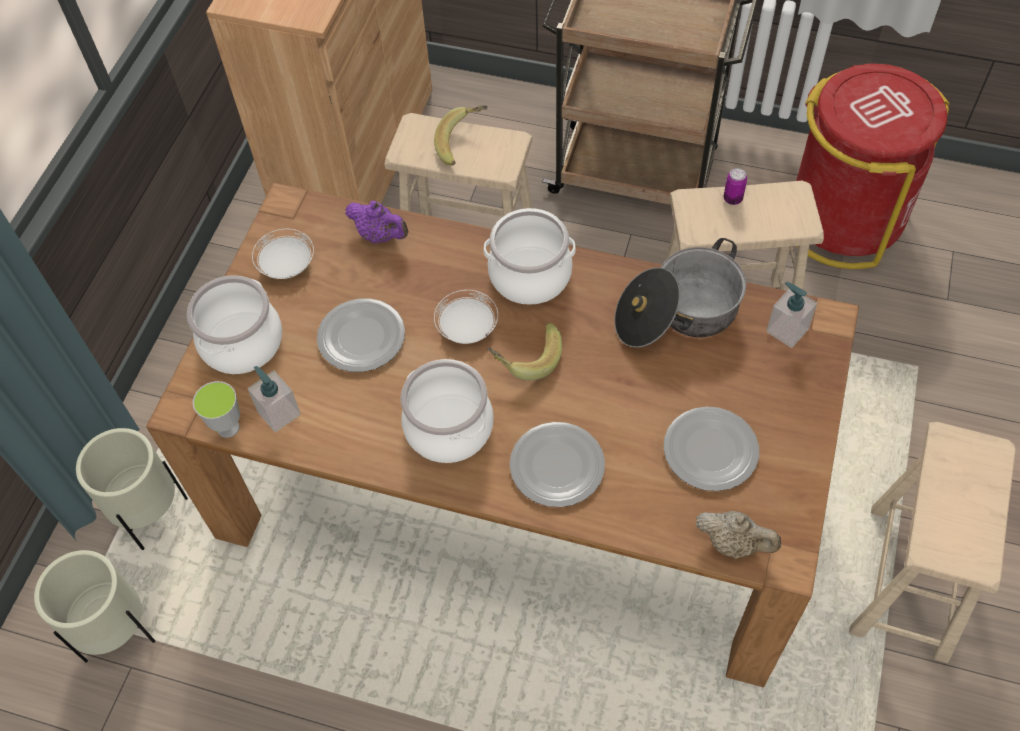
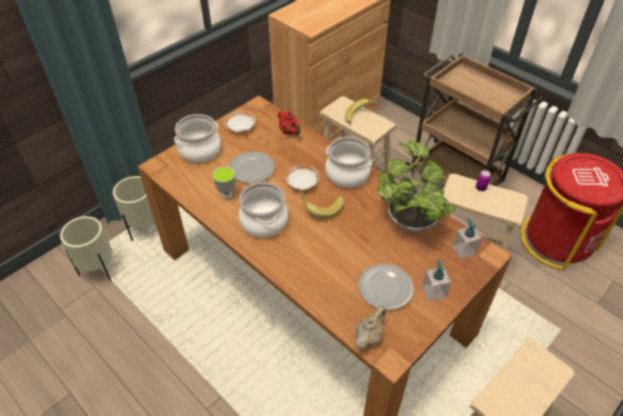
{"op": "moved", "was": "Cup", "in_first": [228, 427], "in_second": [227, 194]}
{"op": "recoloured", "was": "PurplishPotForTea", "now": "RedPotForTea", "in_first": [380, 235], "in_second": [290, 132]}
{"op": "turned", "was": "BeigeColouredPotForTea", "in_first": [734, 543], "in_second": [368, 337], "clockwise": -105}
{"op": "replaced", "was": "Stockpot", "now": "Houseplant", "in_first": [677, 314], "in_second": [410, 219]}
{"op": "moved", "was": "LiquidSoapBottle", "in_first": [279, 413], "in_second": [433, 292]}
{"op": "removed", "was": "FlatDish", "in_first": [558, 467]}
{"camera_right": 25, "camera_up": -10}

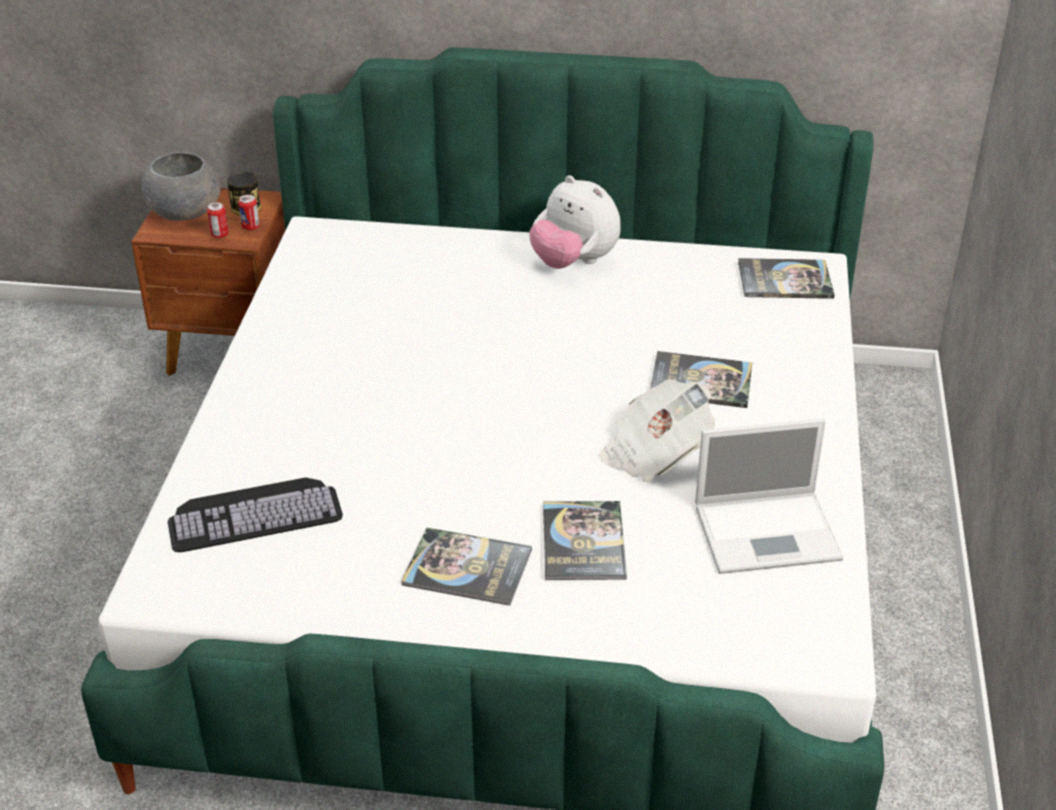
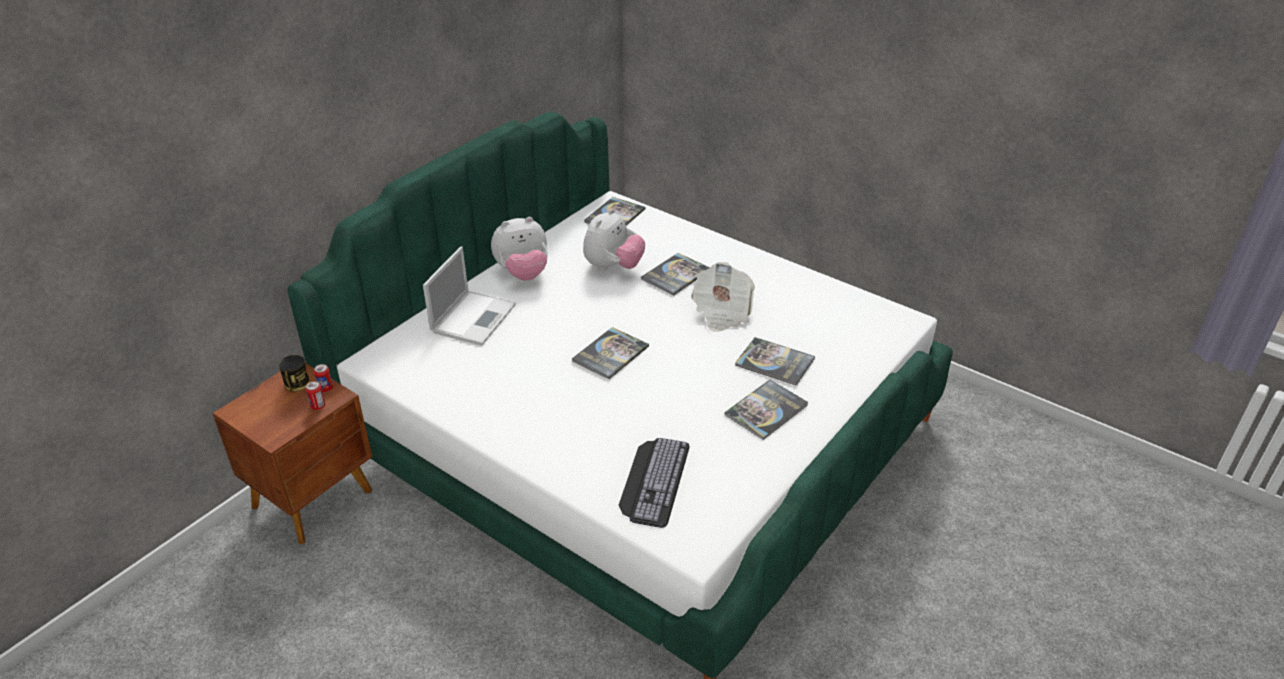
{"op": "moved", "was": "Laptop", "in_first": [769, 532], "in_second": [474, 317]}
{"op": "added", "now": "Book", "in_second": [610, 354]}
{"op": "added", "now": "CuddlyToy", "in_second": [613, 267]}
{"op": "removed", "was": "GreyServingBowl", "in_first": [186, 211]}
{"camera_right": -60, "camera_up": 0}

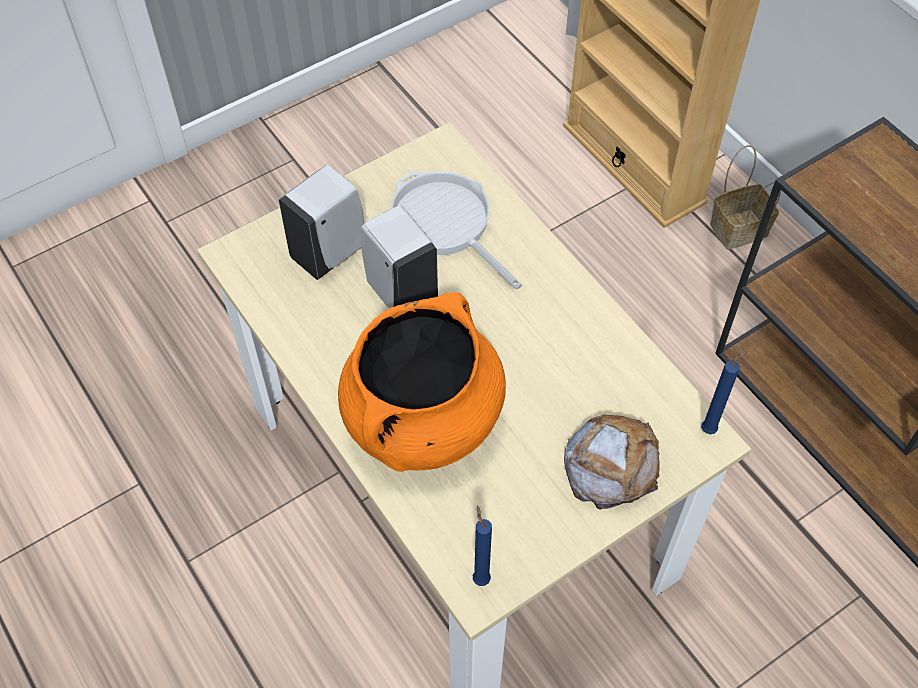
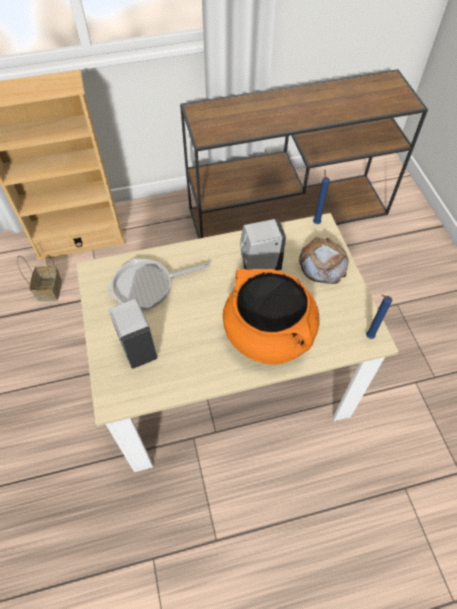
{"op": "moved", "was": "HouseholdBasket", "in_first": [740, 228], "in_second": [49, 289]}
{"op": "moved", "was": "WhitishLiquidSoapBottle", "in_first": [400, 293], "in_second": [259, 267]}
{"camera_right": -70, "camera_up": 0}

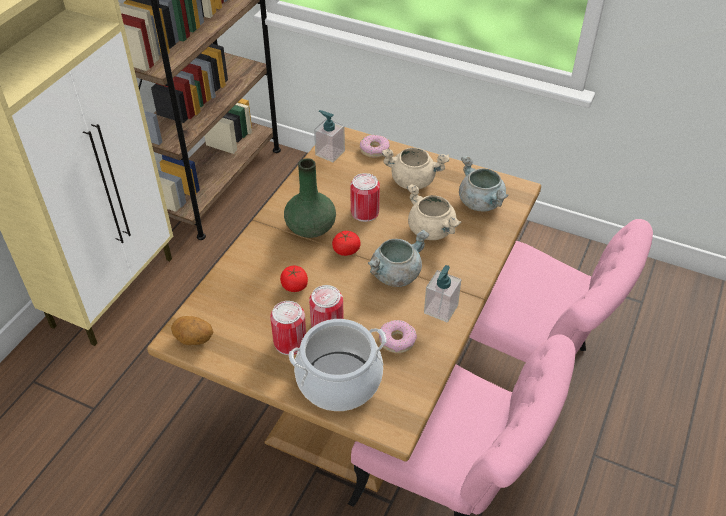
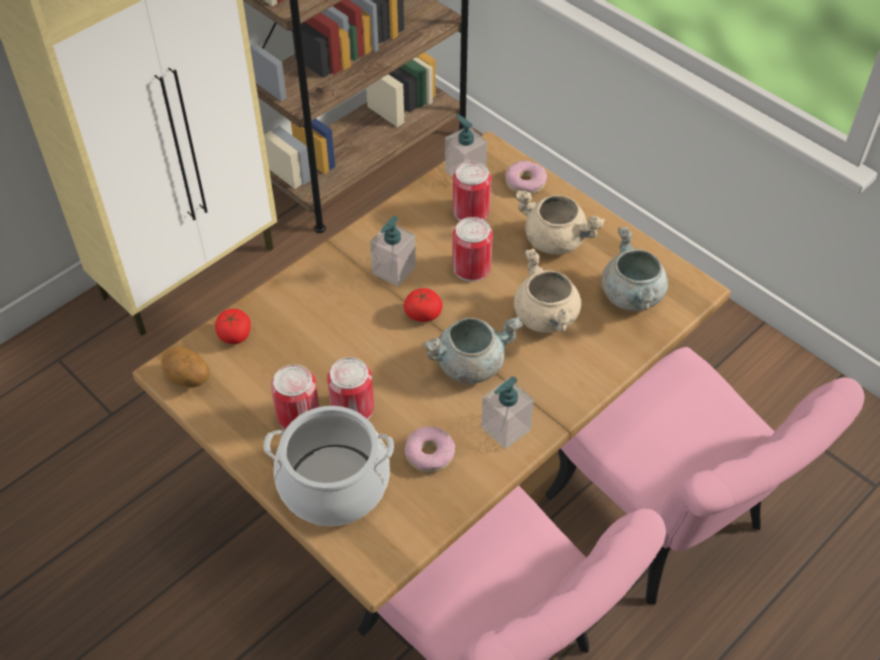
{"op": "moved", "was": "Tomato", "in_first": [294, 286], "in_second": [234, 335]}
{"op": "replaced", "was": "GreenishVase", "now": "LiquidSoapBottle", "in_first": [311, 227], "in_second": [393, 270]}
{"op": "added", "now": "MetalCan", "in_second": [471, 211]}
{"camera_right": 20, "camera_up": 5}

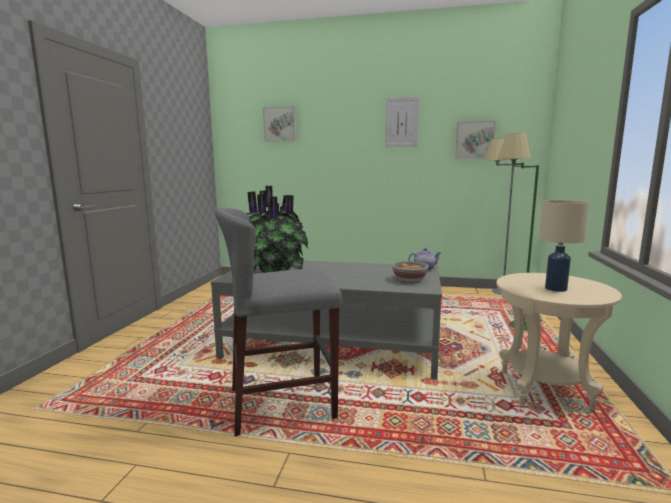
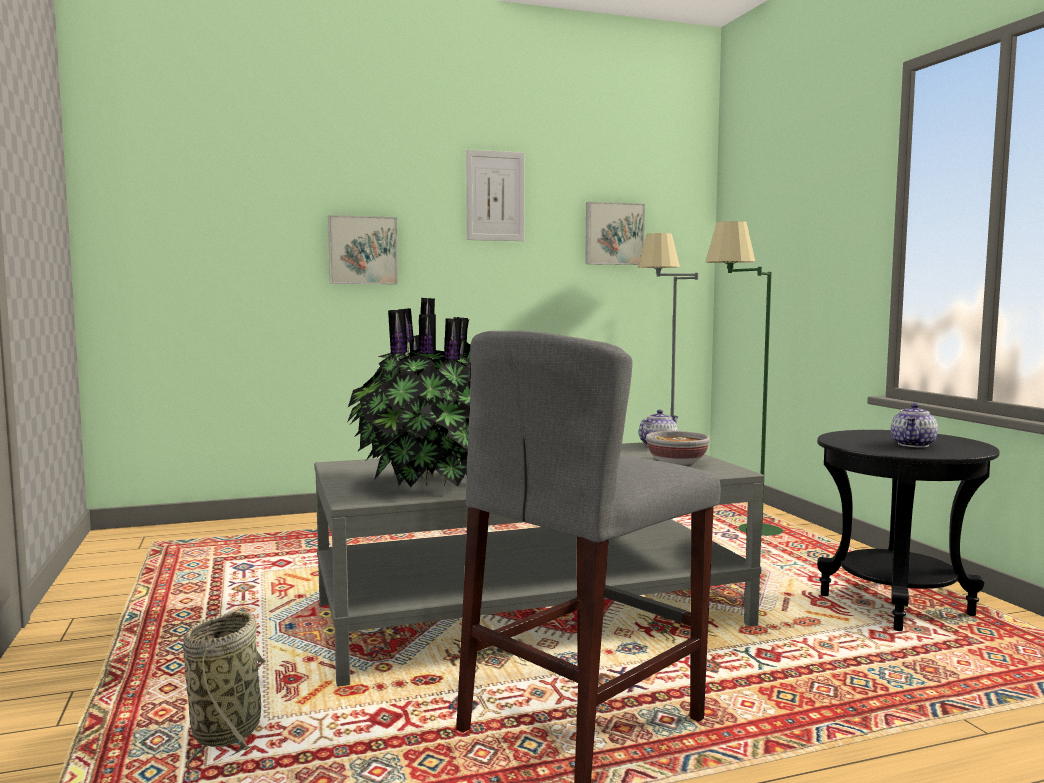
{"op": "added", "now": "HouseholdBasket", "in_second": [229, 730]}
{"op": "moved", "was": "WallPicture", "in_first": [280, 124], "in_second": [362, 250]}
{"op": "recoloured", "was": "BeigeColouredEndTable", "now": "BlackColouredEndTable", "in_first": [544, 390], "in_second": [895, 606]}
{"op": "replaced", "was": "BeigeColouredTableLamp", "now": "PotForTea", "in_first": [556, 289], "in_second": [914, 445]}
{"camera_right": -30, "camera_up": -5}

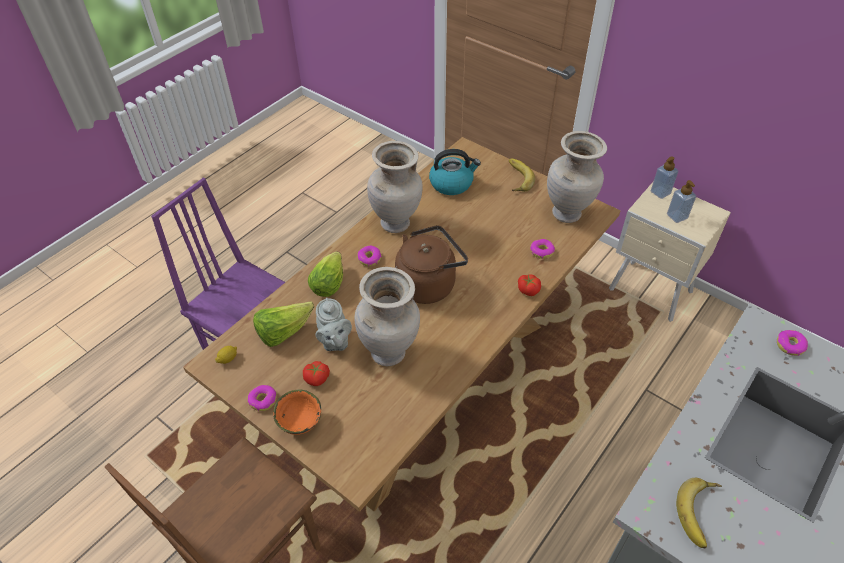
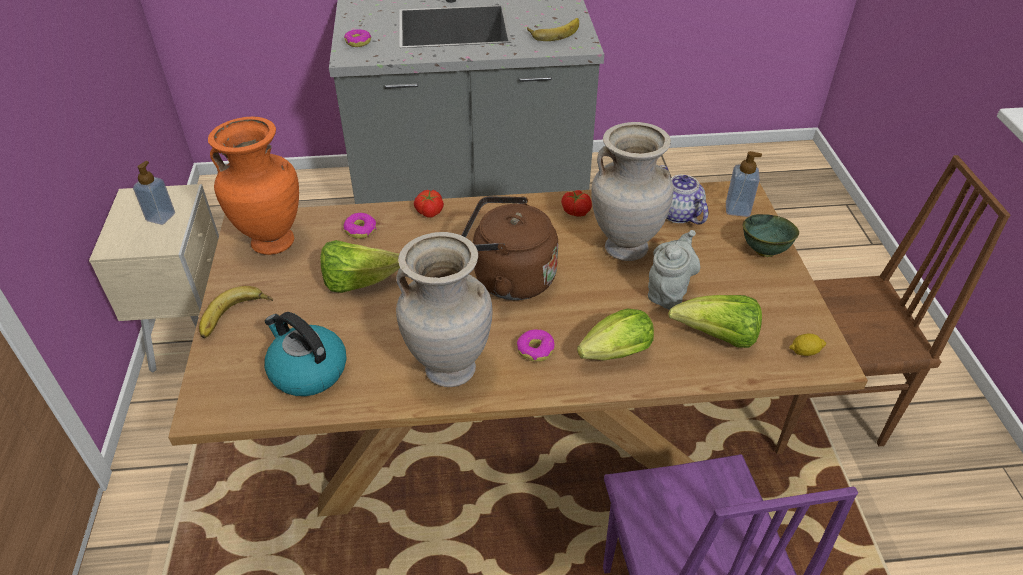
{"op": "recoloured", "was": "BeigeColouredVase", "now": "OrangeVase", "in_first": [568, 214], "in_second": [273, 242]}
{"op": "added", "now": "Lettuce", "in_second": [359, 282]}
{"op": "moved", "was": "Tomato", "in_first": [317, 378], "in_second": [576, 211]}
{"op": "added", "now": "PotForTea", "in_second": [678, 214]}
{"op": "moved", "was": "LiquidSoapBottle", "in_first": [660, 192], "in_second": [737, 209]}
{"op": "recoloured", "was": "OrangeServingBowl", "now": "GreenishServingBowl", "in_first": [301, 422], "in_second": [763, 251]}
{"op": "removed", "was": "RingDoughnut", "in_first": [263, 400]}
{"camera_right": -135, "camera_up": -5}

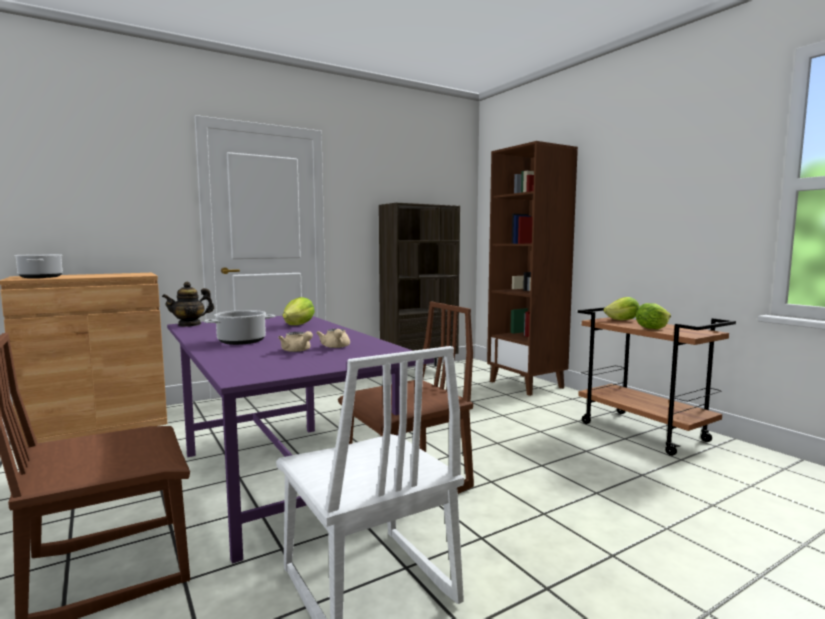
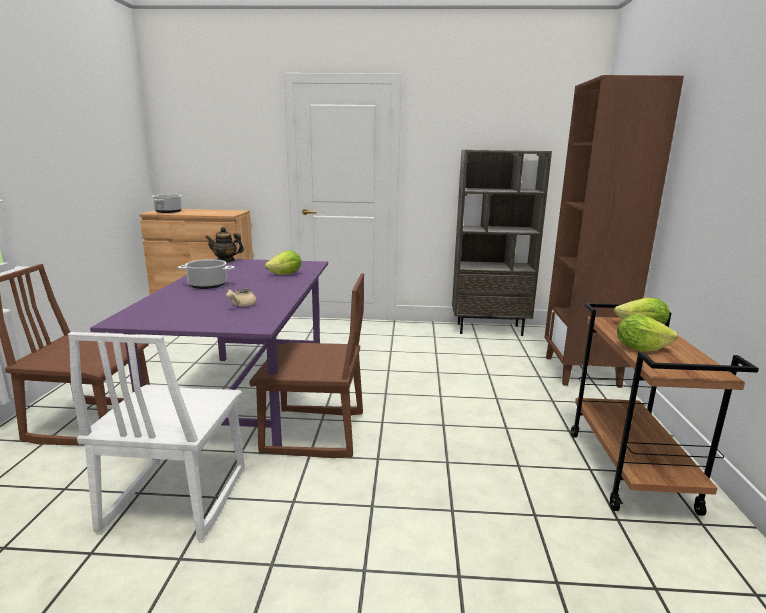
{"op": "removed", "was": "BeigeColouredPotForTea", "in_first": [297, 351]}
{"camera_right": 35, "camera_up": 10}

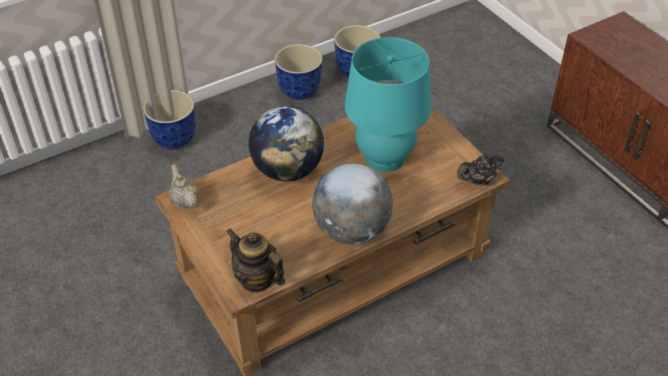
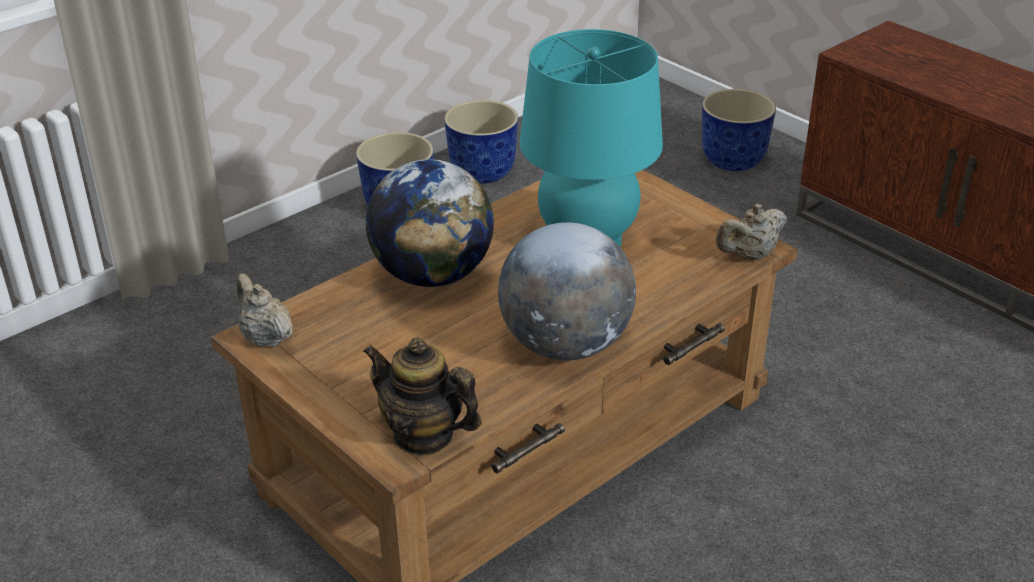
{"op": "moved", "was": "FlowerPot", "in_first": [173, 139], "in_second": [731, 162]}
{"op": "recoloured", "was": "BlackColouredPotForTea", "now": "BeigeColouredPotForTea", "in_first": [479, 181], "in_second": [749, 256]}
{"camera_right": -10, "camera_up": -10}

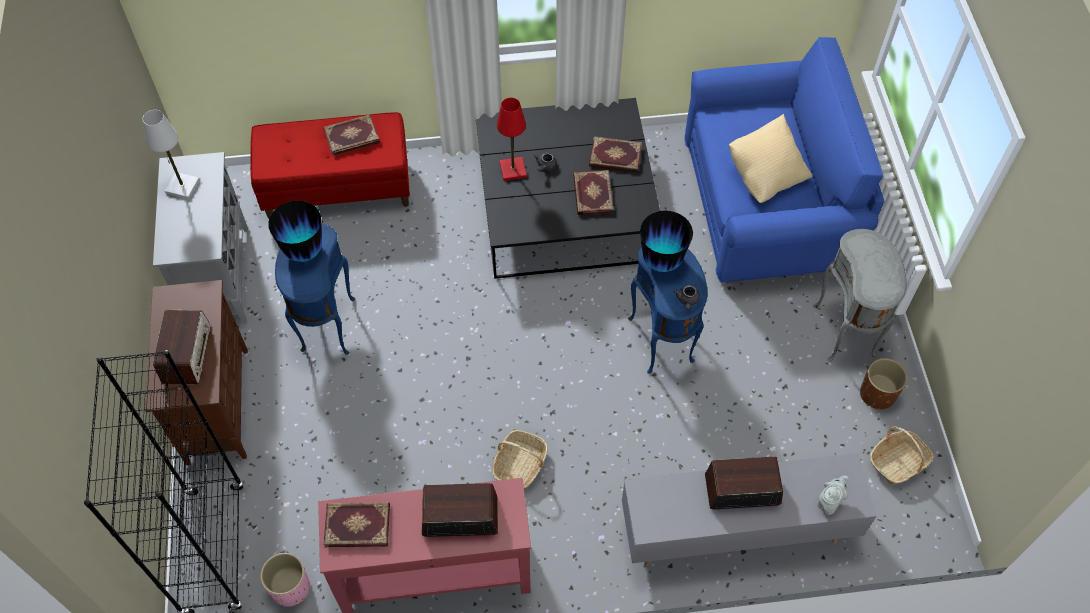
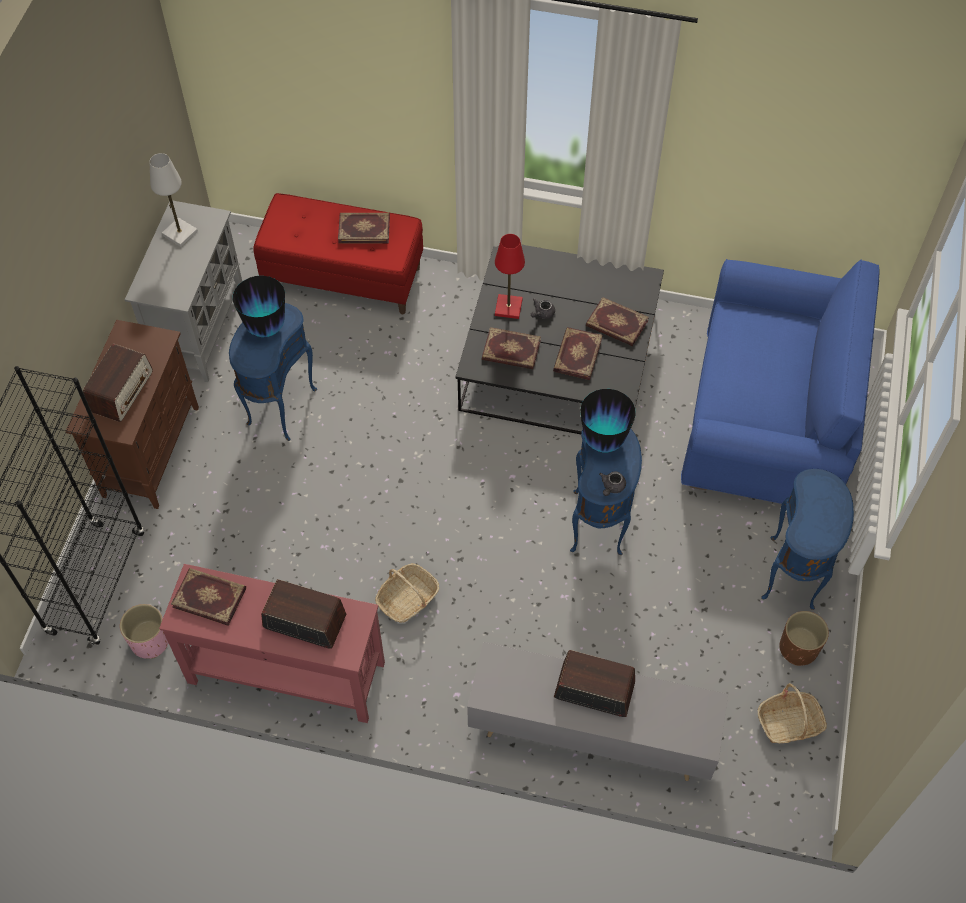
{"op": "added", "now": "Book", "in_second": [511, 351]}
{"op": "recoloured", "was": "GreyEndTable", "now": "BluishEndTable", "in_first": [847, 331], "in_second": [794, 574]}
{"op": "removed", "was": "BeigeColouredCushion", "in_first": [765, 175]}
{"op": "removed", "was": "GreyPotForTea", "in_first": [829, 501]}
{"camera_right": 20, "camera_up": 0}

